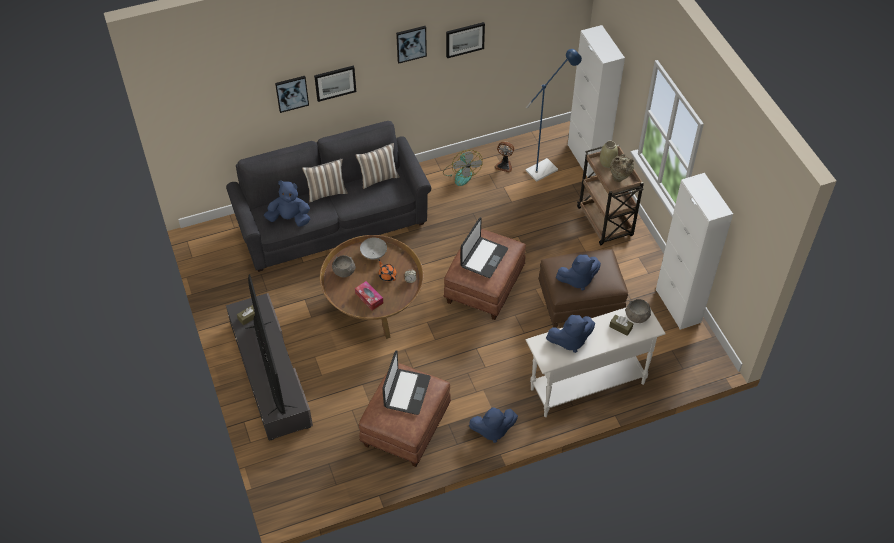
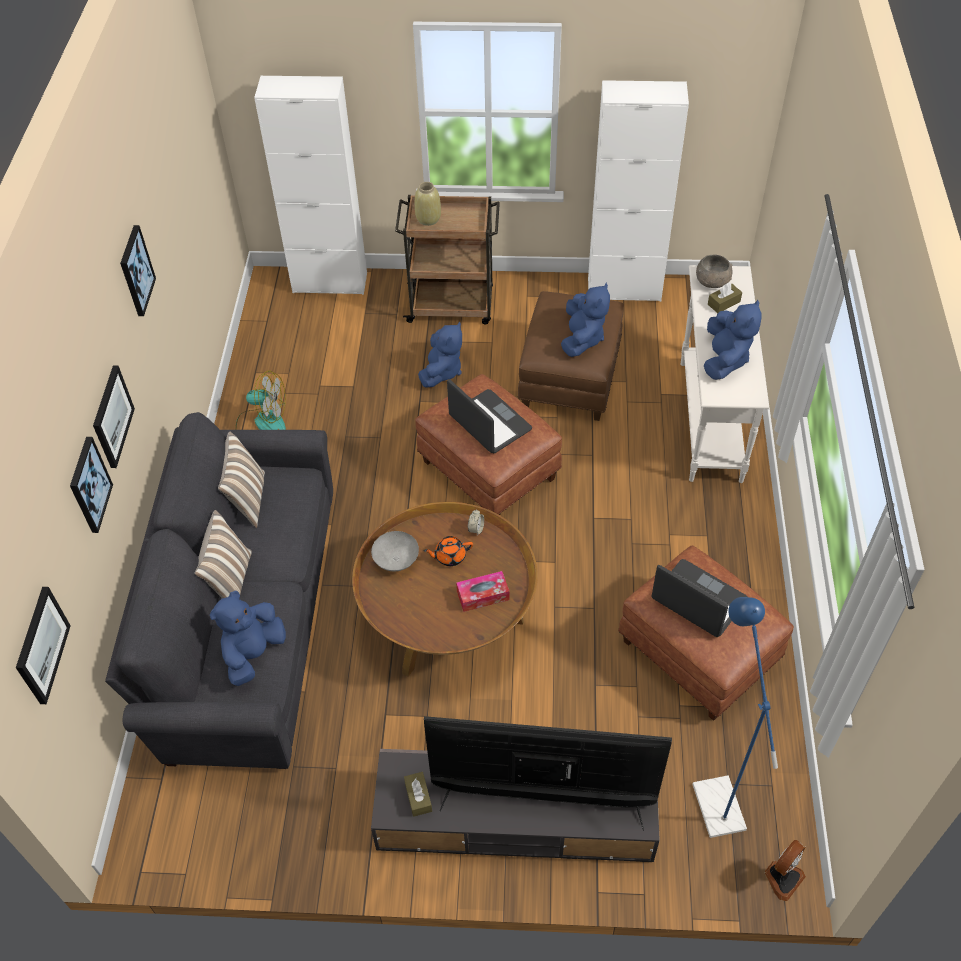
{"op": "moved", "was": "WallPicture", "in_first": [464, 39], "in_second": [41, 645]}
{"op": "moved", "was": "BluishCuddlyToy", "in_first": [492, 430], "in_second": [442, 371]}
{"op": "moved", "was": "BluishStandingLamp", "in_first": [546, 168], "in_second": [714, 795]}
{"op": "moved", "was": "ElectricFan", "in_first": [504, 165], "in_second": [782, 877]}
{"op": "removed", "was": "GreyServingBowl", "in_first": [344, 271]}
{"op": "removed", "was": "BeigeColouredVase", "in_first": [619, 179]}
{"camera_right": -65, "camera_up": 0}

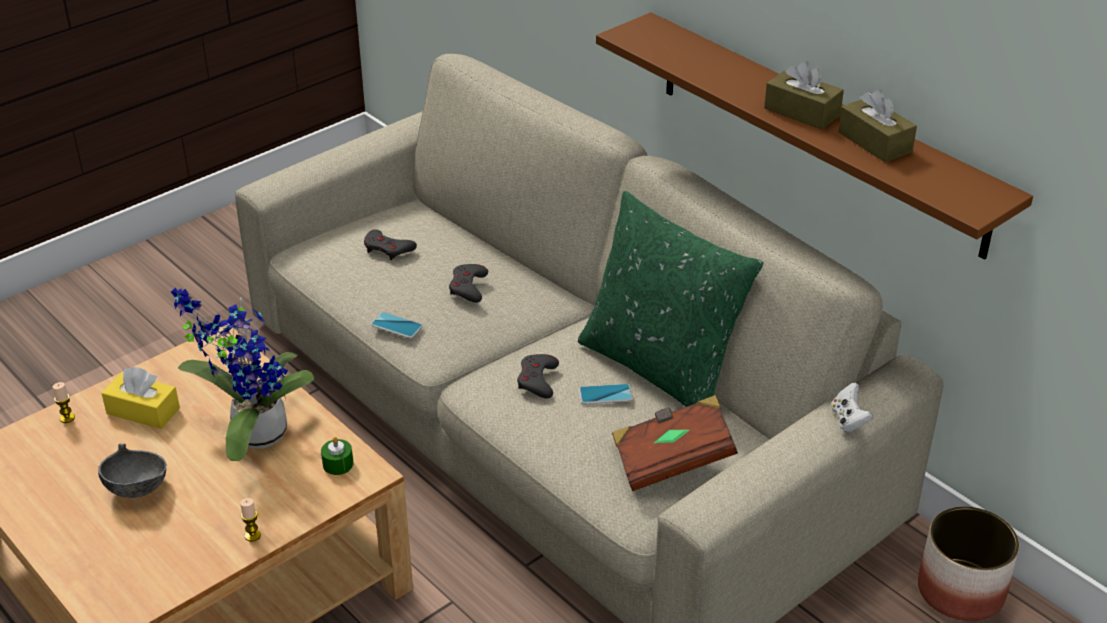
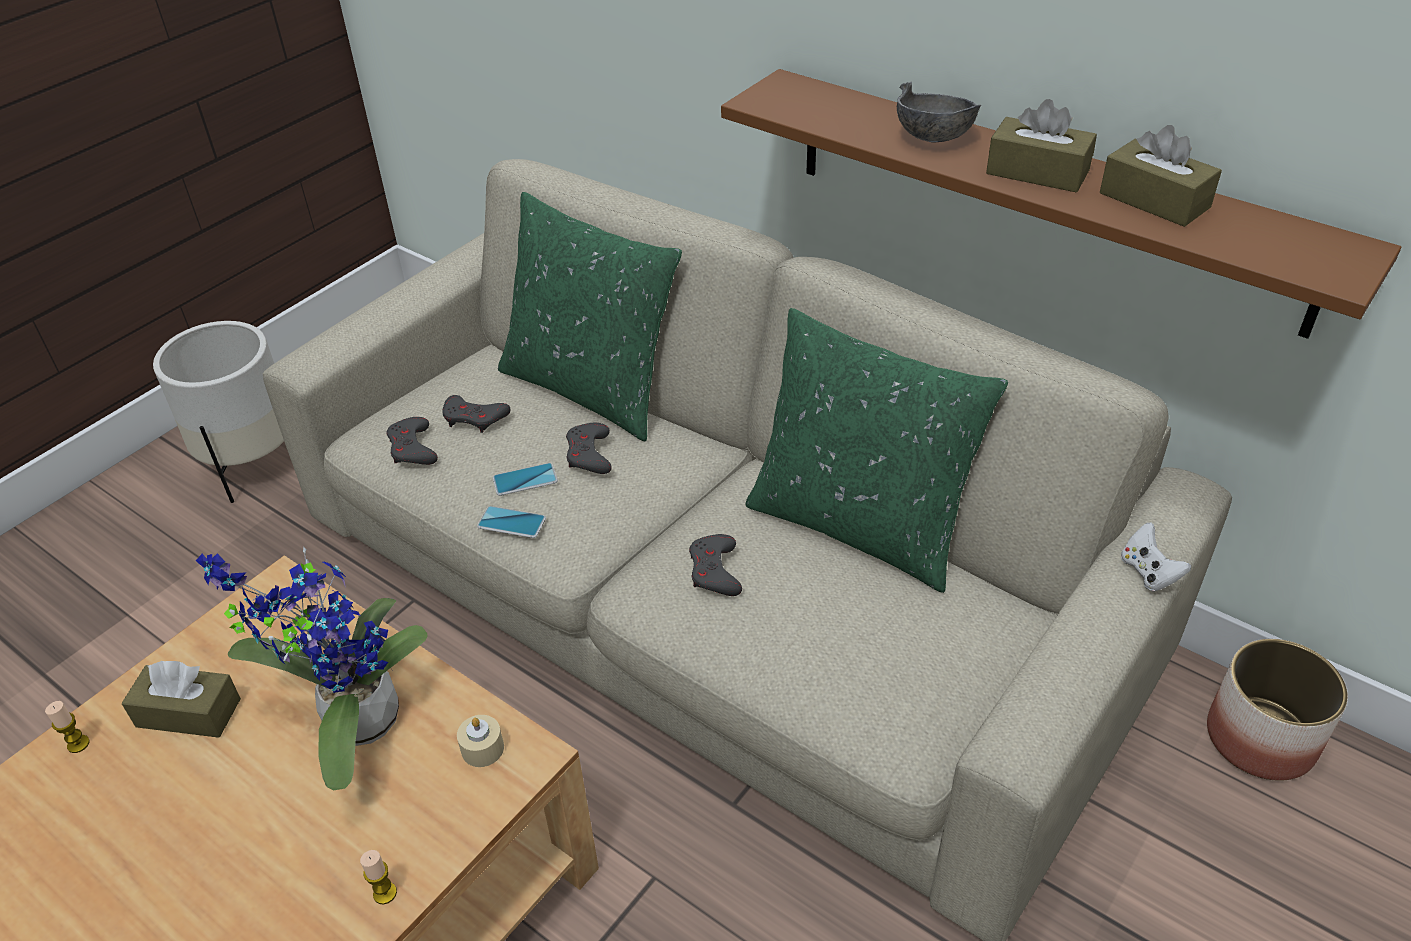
{"op": "recoloured", "was": "YellowishBoxOfTissues", "now": "BrownBoxOfTissues", "in_first": [143, 411], "in_second": [188, 713]}
{"op": "added", "now": "WhitishFlowerPot", "in_second": [252, 462]}
{"op": "added", "now": "GreyJoypad", "in_second": [412, 448]}
{"op": "recoloured", "was": "GreenishWaxCandle", "now": "BeigeColouredWaxCandle", "in_first": [338, 464], "in_second": [482, 748]}
{"op": "moved", "was": "Telephone", "in_first": [605, 395], "in_second": [525, 480]}
{"op": "added", "now": "GreenishCushion", "in_second": [591, 388]}
{"op": "moved", "was": "GreyServingBowl", "in_first": [138, 488], "in_second": [934, 137]}
{"op": "removed", "was": "BrownBook", "in_first": [672, 460]}
{"camera_right": -10, "camera_up": 5}

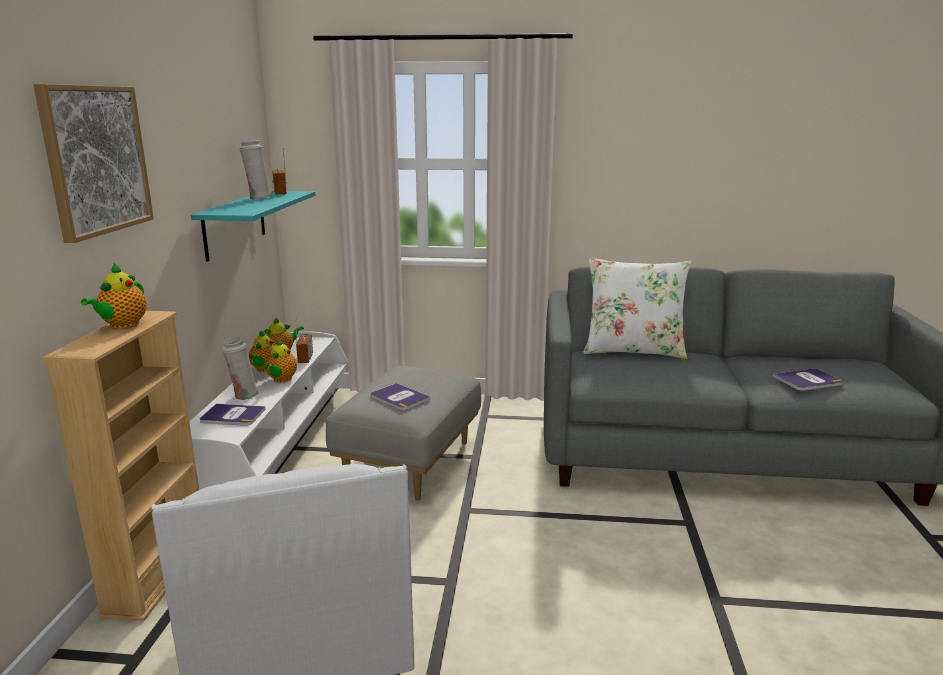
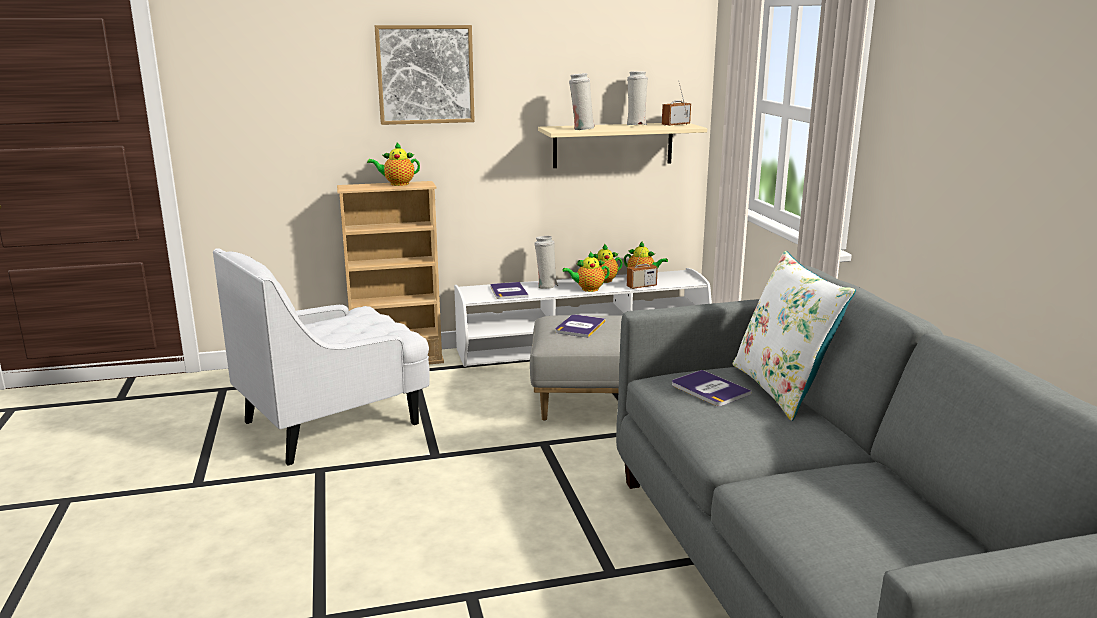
{"op": "recoloured", "was": "TurquoiseShelf", "now": "BeigeColouredShelf", "in_first": [235, 224], "in_second": [613, 145]}
{"op": "added", "now": "WhitishVase", "in_second": [581, 129]}
{"op": "moved", "was": "Book", "in_first": [808, 381], "in_second": [709, 389]}
{"camera_right": 70, "camera_up": 0}

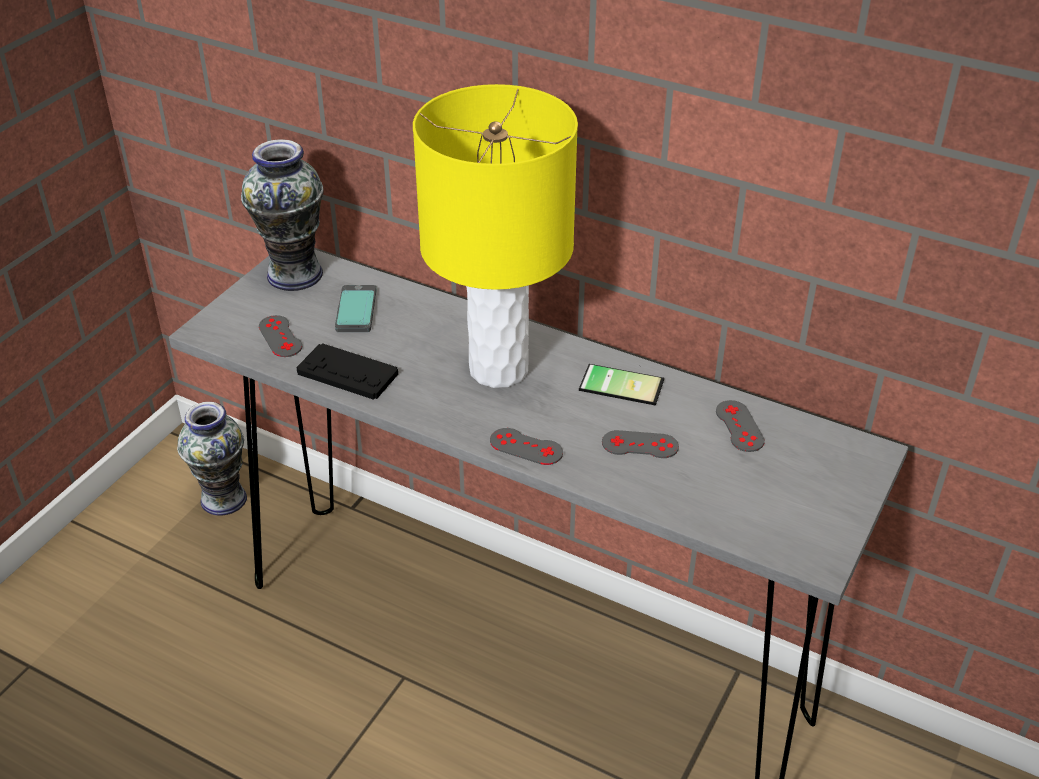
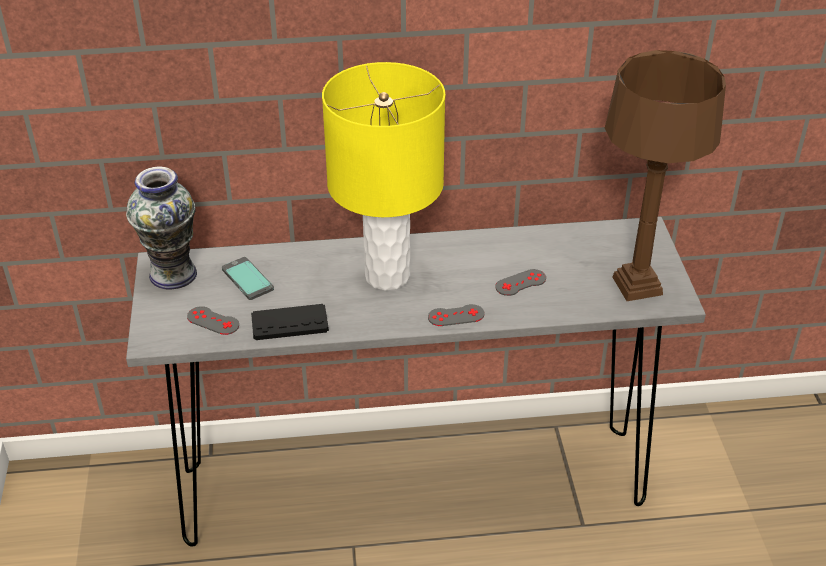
{"op": "added", "now": "BrownTableLamp", "in_second": [637, 285]}
{"op": "removed", "was": "Vase", "in_first": [224, 498]}
{"op": "removed", "was": "Telephone", "in_first": [622, 382]}
{"op": "removed", "was": "GreyJoypad", "in_first": [739, 426]}
{"camera_right": -35, "camera_up": 0}

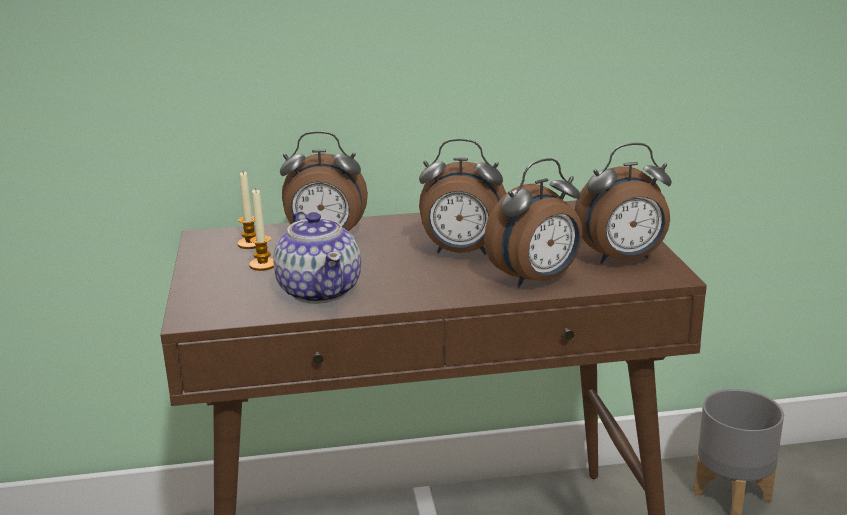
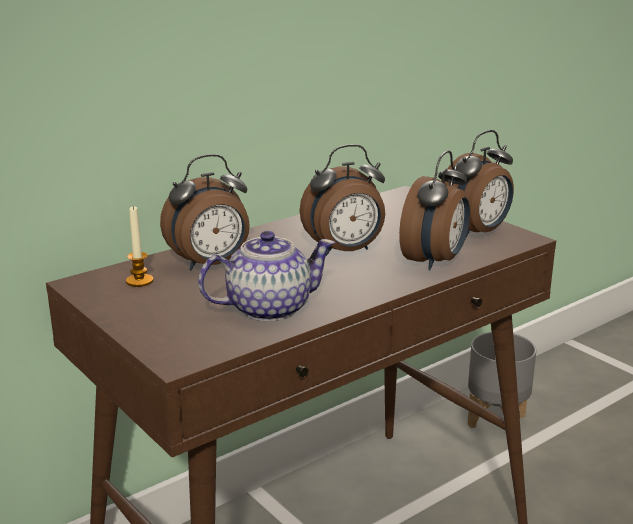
{"op": "turned", "was": "PotForTea", "in_first": [320, 291], "in_second": [267, 308], "clockwise": -60}
{"op": "removed", "was": "WaxCandle", "in_first": [263, 265]}
{"camera_right": -30, "camera_up": 0}

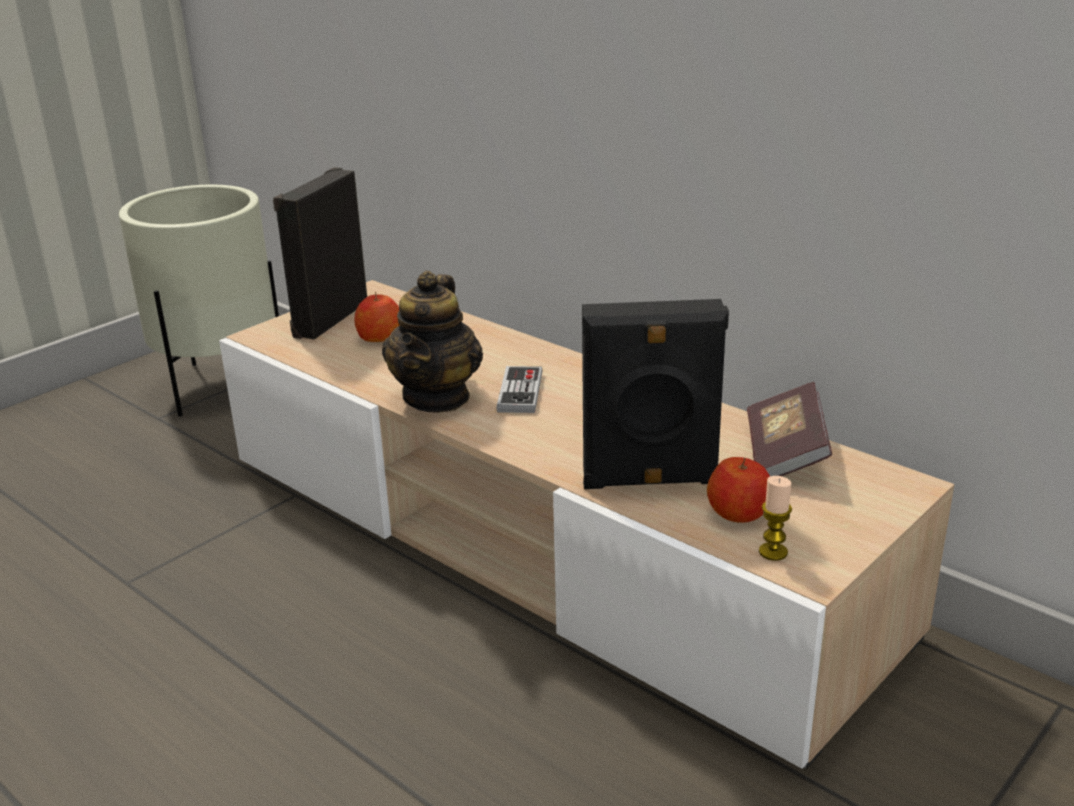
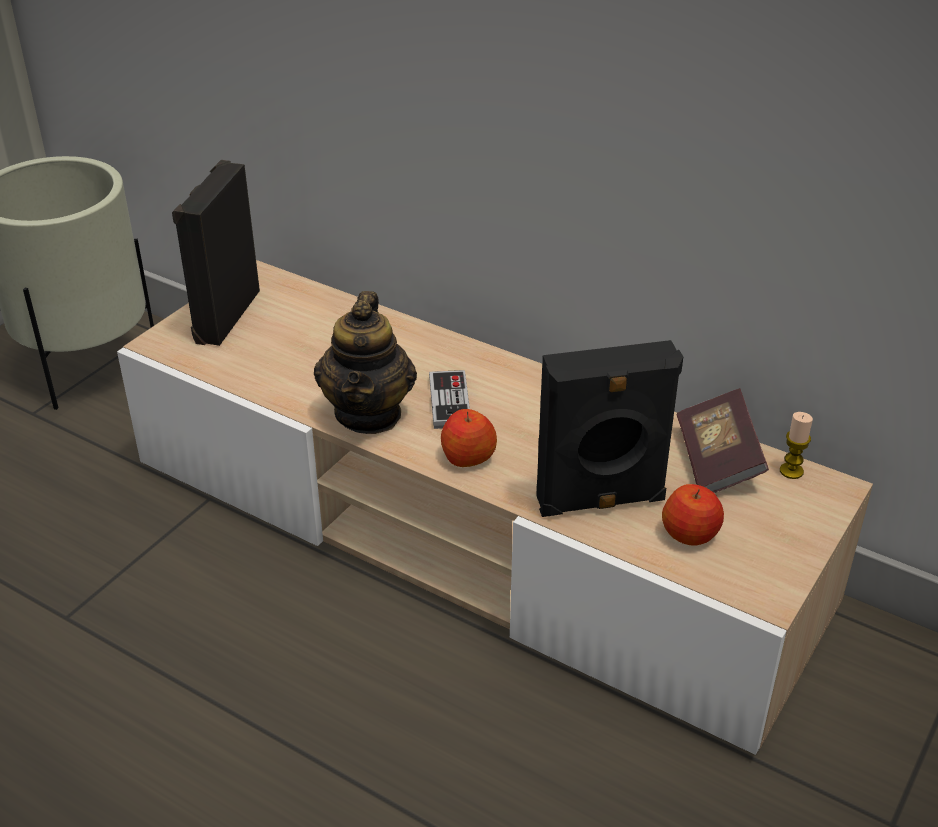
{"op": "moved", "was": "Apple", "in_first": [380, 337], "in_second": [468, 456]}
{"op": "moved", "was": "WaxCandle", "in_first": [773, 552], "in_second": [791, 471]}
{"camera_right": -10, "camera_up": 10}

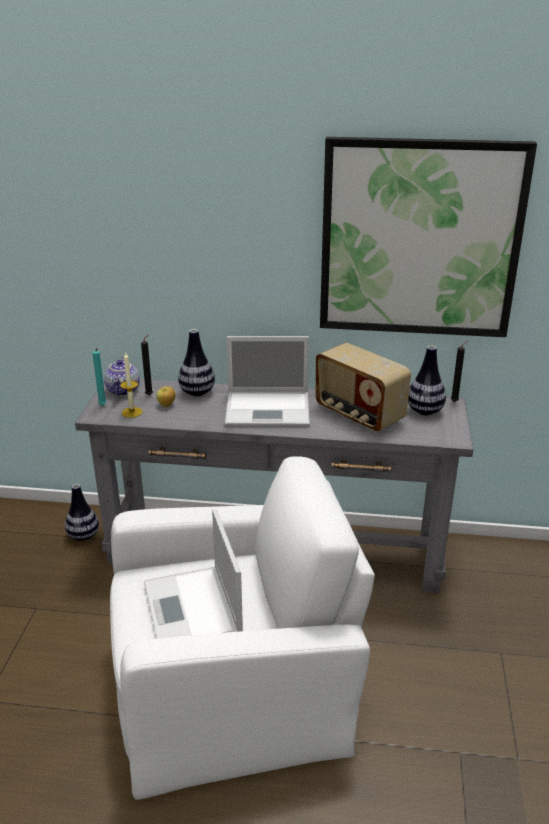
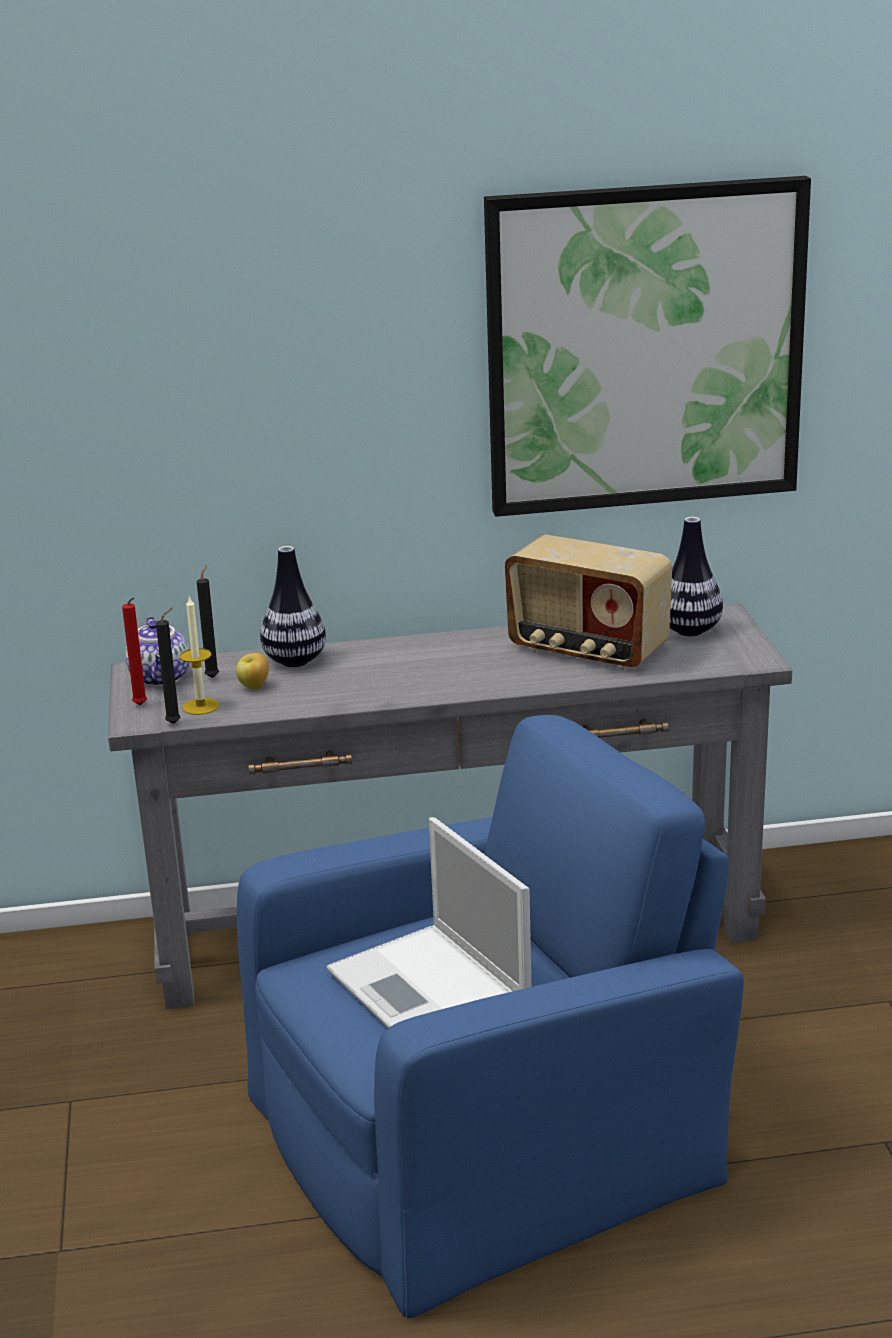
{"op": "recoloured", "was": "TurquoiseWaxCandle", "now": "RedWaxCandle", "in_first": [103, 406], "in_second": [141, 706]}
{"op": "moved", "was": "BlackColouredWaxCandle", "in_first": [455, 401], "in_second": [176, 723]}
{"op": "recoloured", "was": "WhitishEasyChair", "now": "BluishEasyChair", "in_first": [233, 686], "in_second": [486, 1135]}
{"op": "removed", "was": "Vase", "in_first": [83, 536]}
{"op": "removed", "was": "Laptop", "in_first": [269, 409]}
{"camera_right": -15, "camera_up": -5}

